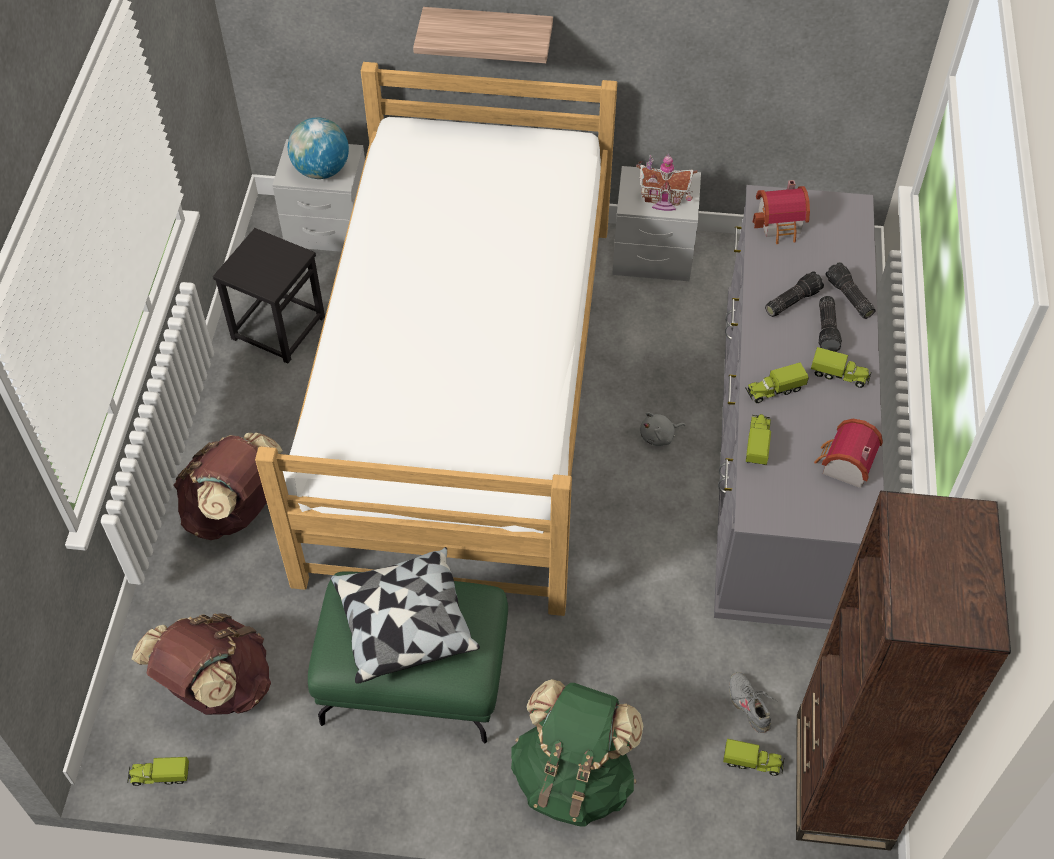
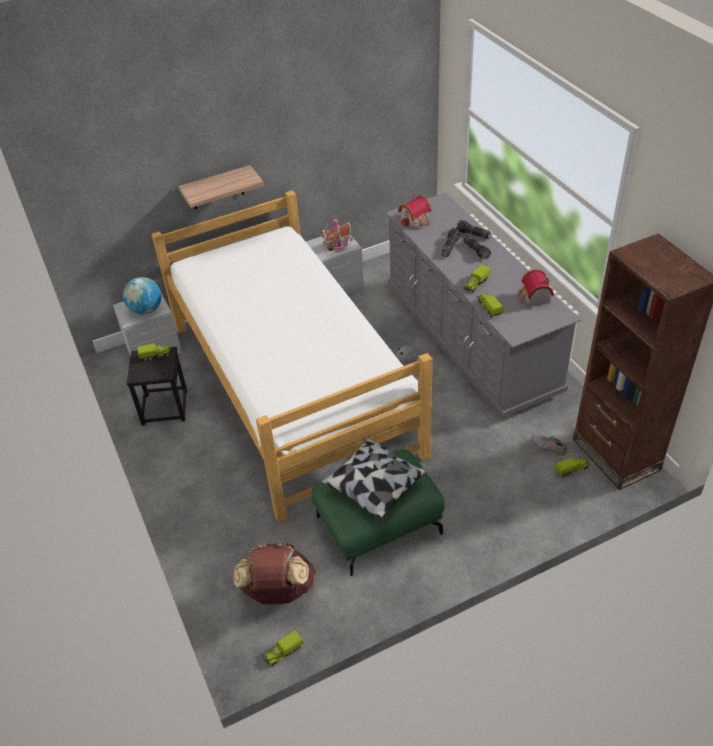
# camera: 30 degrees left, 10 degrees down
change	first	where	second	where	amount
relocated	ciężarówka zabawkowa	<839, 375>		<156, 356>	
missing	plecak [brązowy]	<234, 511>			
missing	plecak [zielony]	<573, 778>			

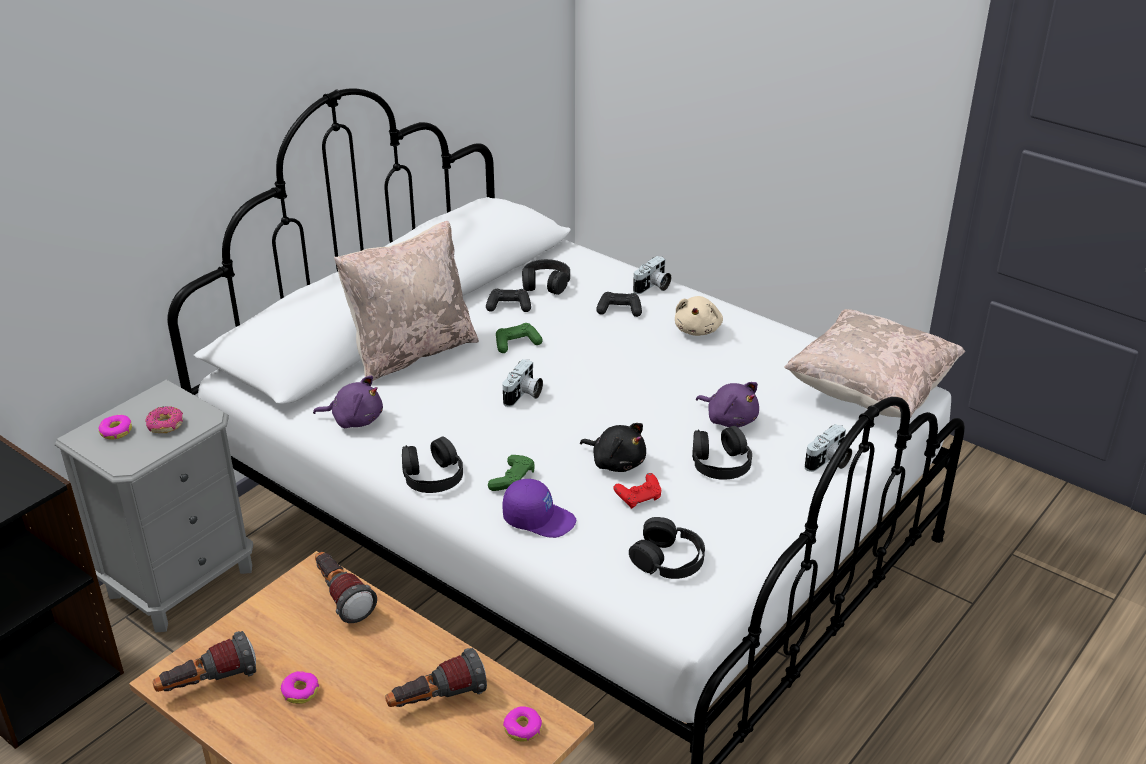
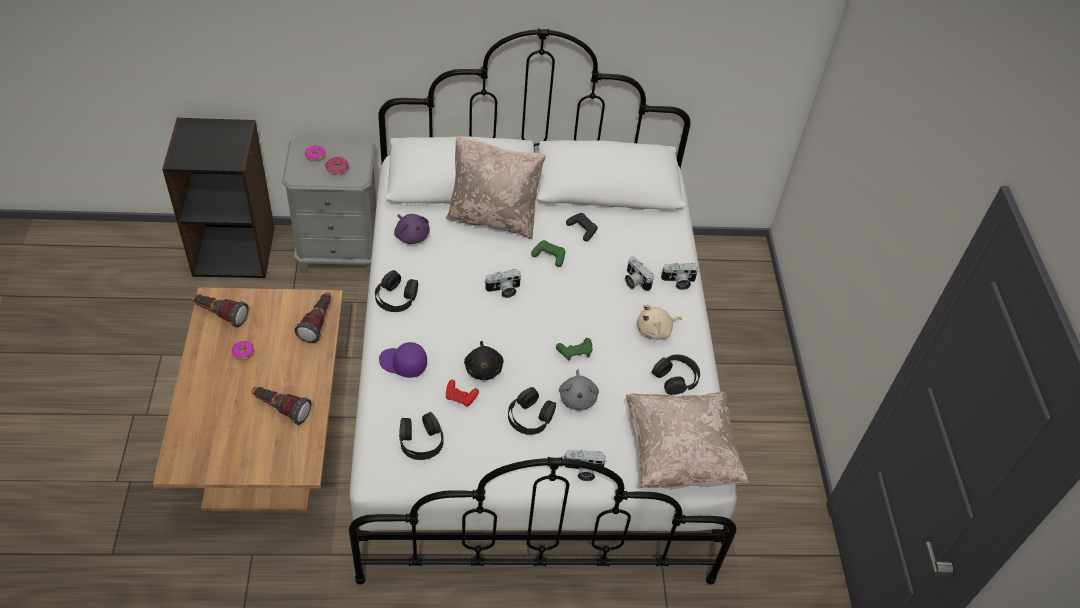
# camera: 45 degrees right, 15 degrees up
change	first	where	second	where	amount
spun	czapka z daszkiem [fioletowy]	<539, 519>		<403, 364>	135 degrees clockwise
relocated	pad do gier [zielony]	<512, 480>		<575, 352>	
colour	pluszak [fioletowy]	<729, 419>	pluszak [szary]	<578, 398>	
exchanged	pad do gier [czarny]	<619, 310>	aparat fotograficzny	<634, 281>	
relocated	słuchawki [czarny]	<545, 283>		<676, 378>	
missing	donut	<522, 729>			

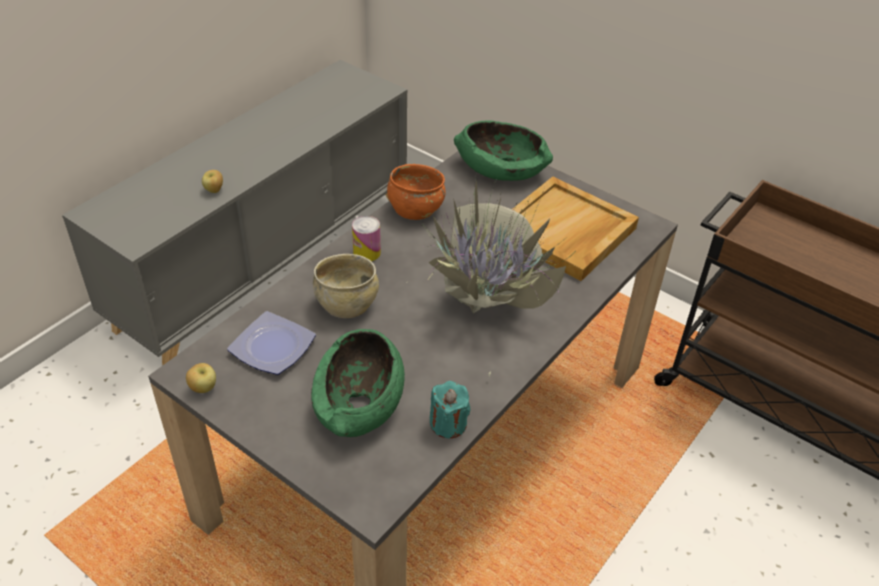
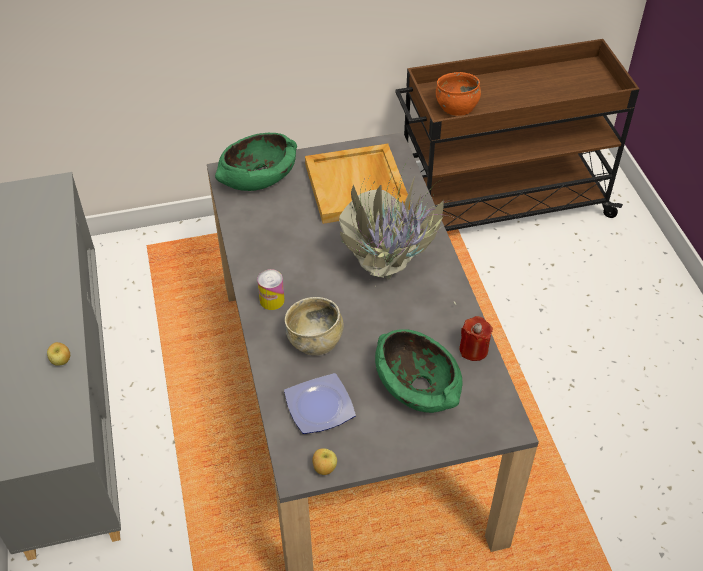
# camera: 50 degrees left, 5 degrees up
change	first	where	second	where	amount
relocated	miska [pomarańczowy]	<416, 209>		<457, 107>	
colour	świeca [turkusowy]	<448, 424>	świeca [czerwony]	<473, 349>	

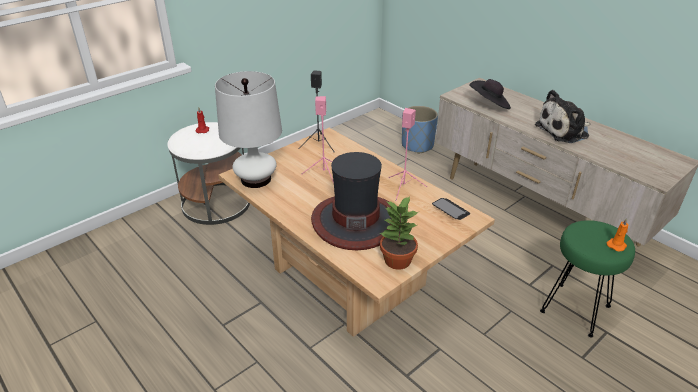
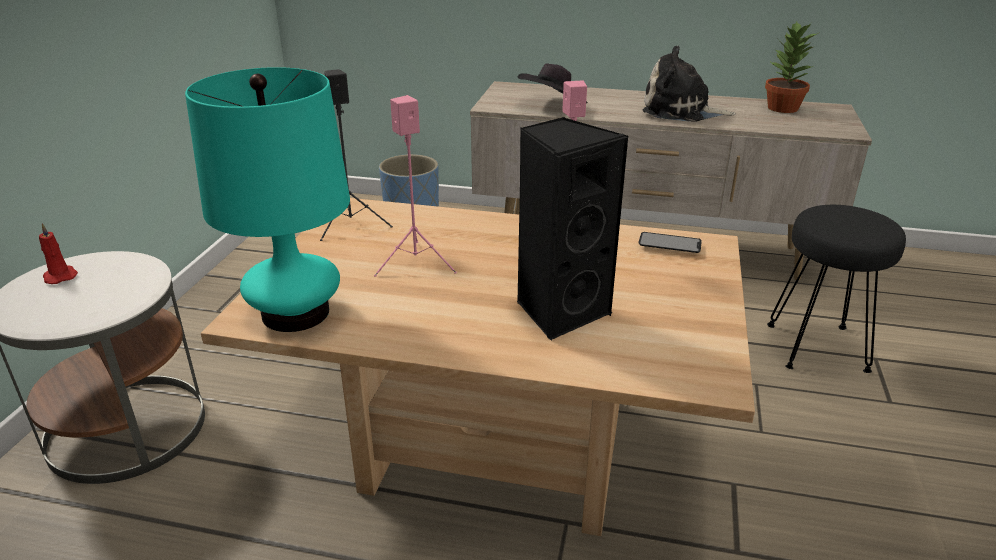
# camera: 35 degrees left, 5 degrees down
change	first	where	second	where	amount
colour	lampa stołowa [biały]	<256, 179>	lampa stołowa [turkusowy]	<296, 313>	
exchanged	kapelusz	<355, 221>	głośnik [czarny]	<560, 311>	
spun	pluszak	<564, 131>		<681, 111>	75 degrees clockwise
relocated	roślina doniczkowa	<396, 260>		<782, 108>	
colour	stołek [zielony]	<576, 310>	stołek [czarny]	<818, 347>	
missing	świeca [pomarańczowy]	<616, 245>			

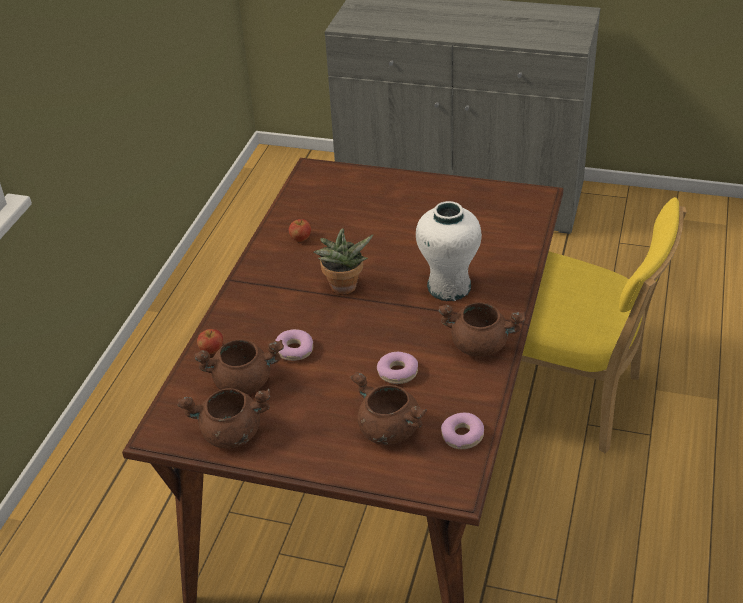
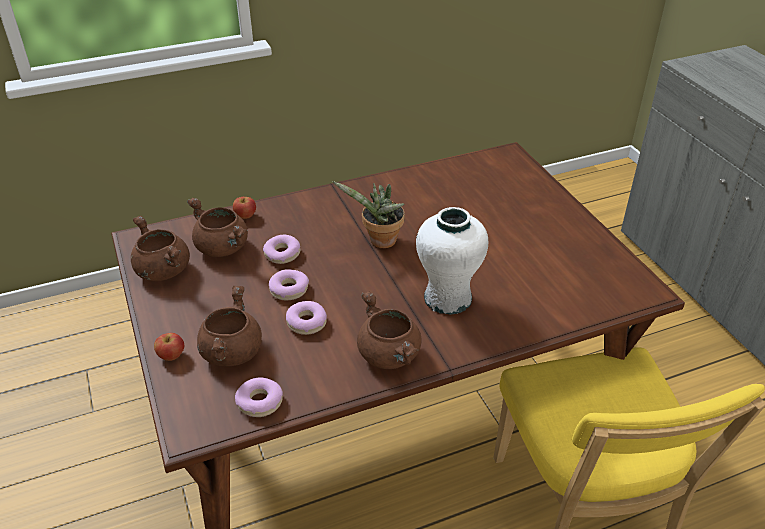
# camera: 50 degrees right, 0 degrees up
change	first	where	second	where	amount
relocated	jabłko	<300, 238>		<171, 355>	
appeared			donut	<289, 290>	

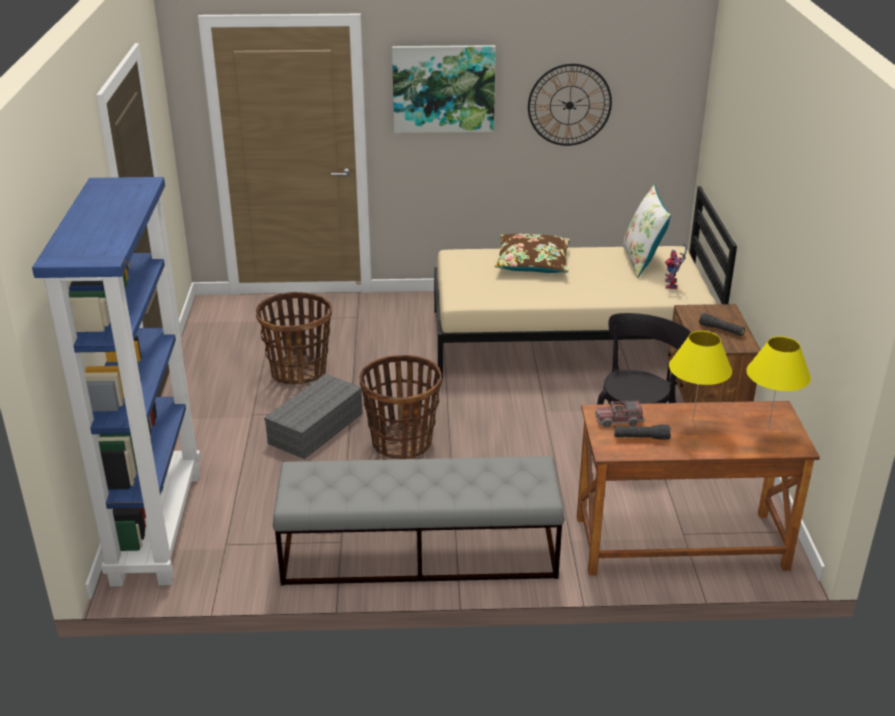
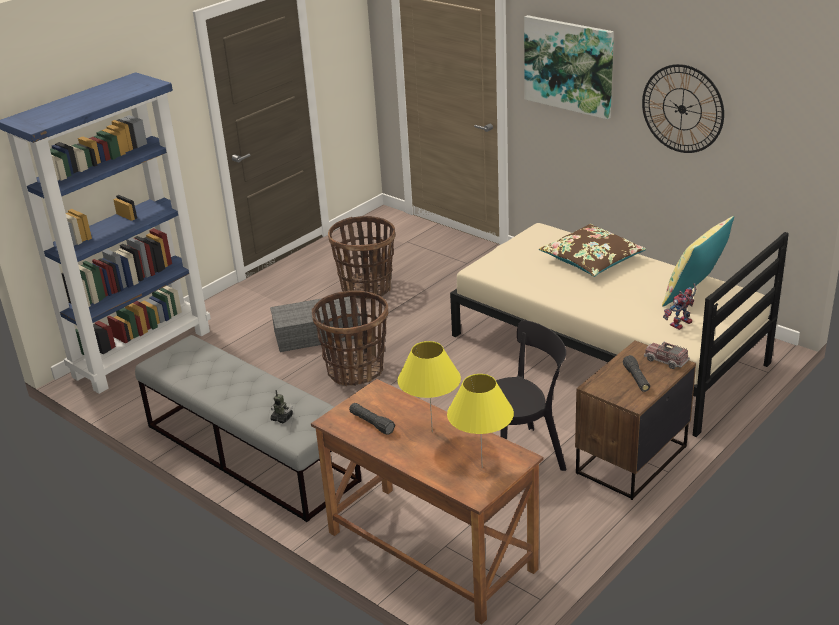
# camera: 45 degrees right, 0 degrees up
change	first	where	second	where	amount
appeared			robot zabawkowy	<282, 418>	
relocated	ciężarówka zabawkowa	<619, 420>		<666, 360>	
colour	poduszka [biały]	<642, 261>	poduszka [żółty]	<695, 293>	

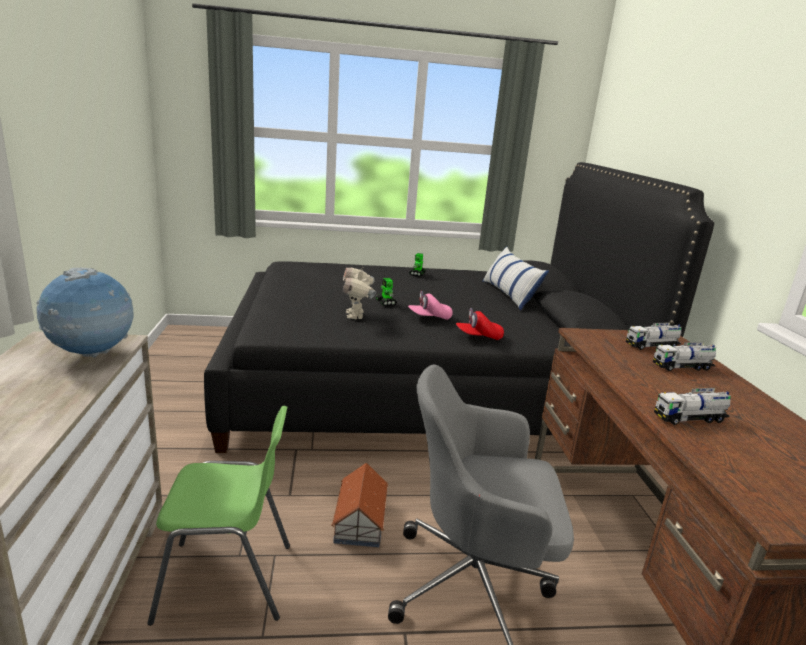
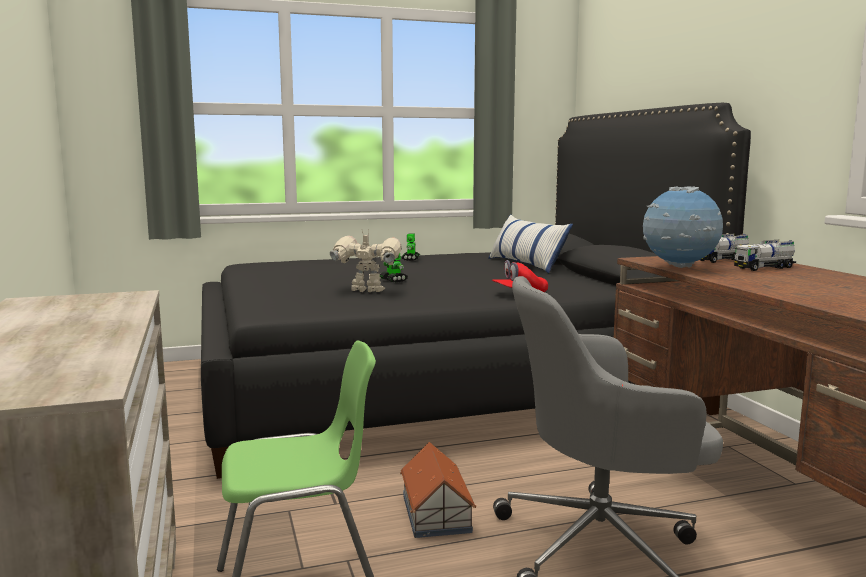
# camera: 10 degrees left, 10 degrees down
change	first	where	second	where	amount
spun	robot zabawkowy	<356, 315>		<367, 291>	120 degrees clockwise
relocated	globus	<92, 355>		<679, 267>	
missing	czapka z daszkiem [różowy]	<429, 318>			
missing	ciężarówka zabawkowa	<690, 418>			

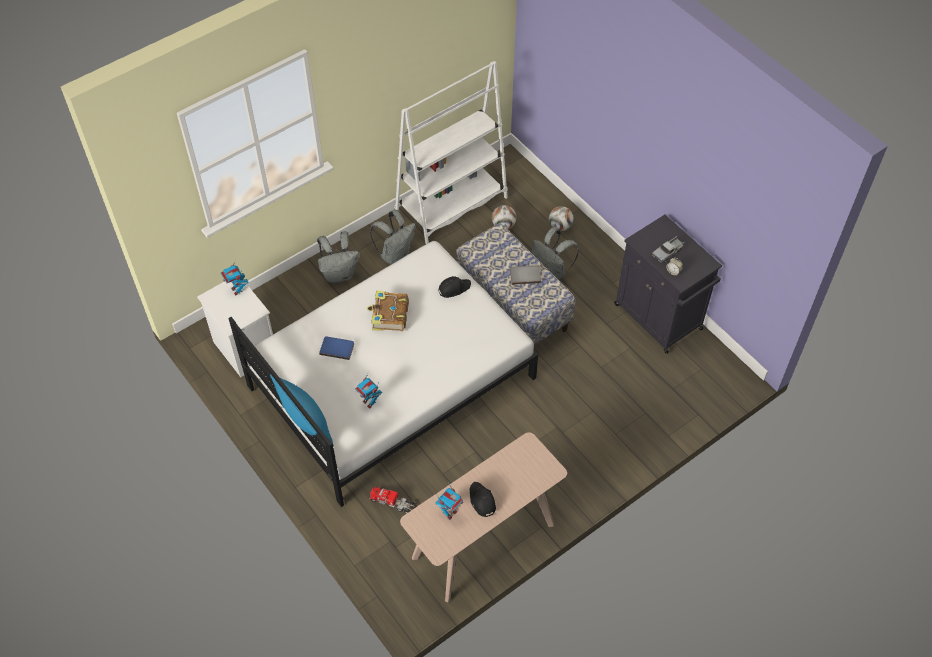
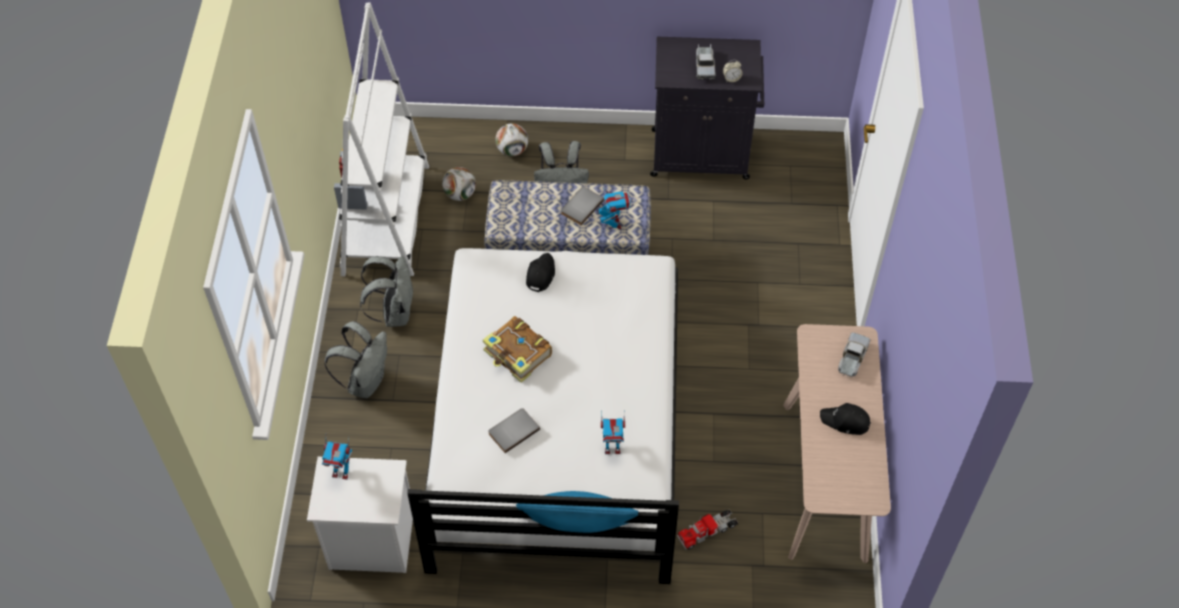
# camera: 50 degrees left, 0 degrees up
change	first	where	second	where	amount
colour	książka [niebieski]	<337, 348>	książka [szary]	<513, 430>	
relocated	robot zabawkowy	<449, 512>		<614, 224>	
appeared			ciężarówka zabawkowa	<852, 359>	

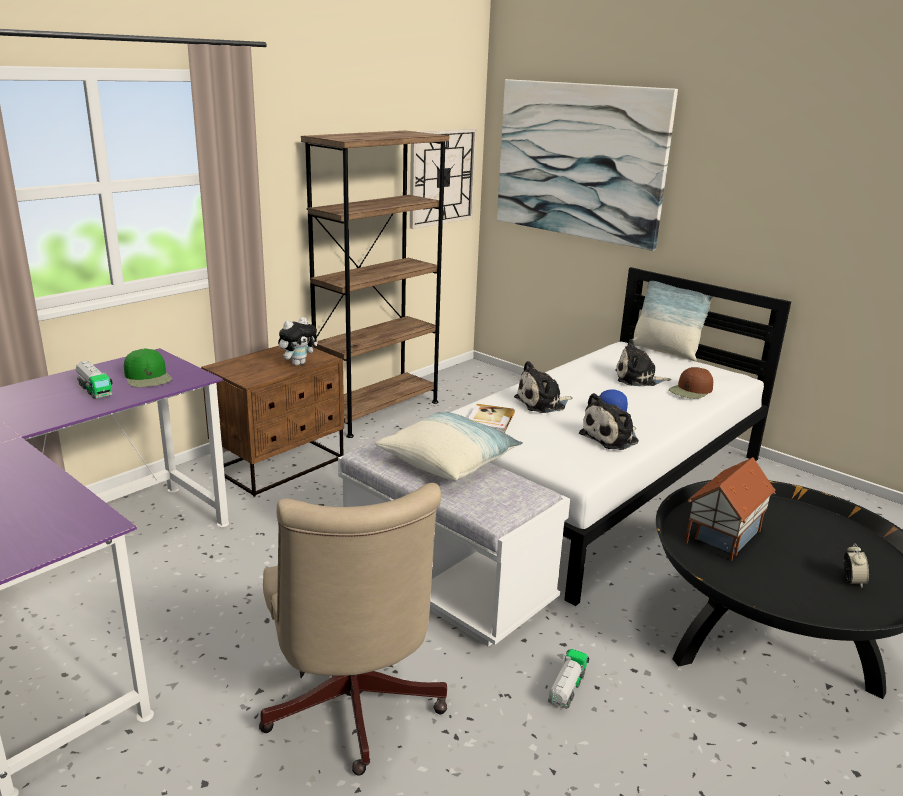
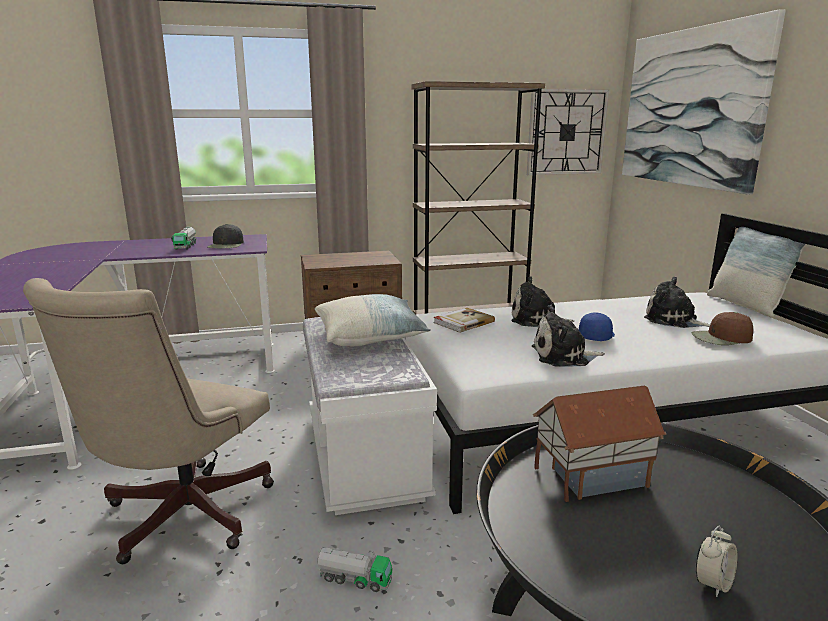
# camera: 35 degrees right, 5 degrees down
change	first	where	second	where	amount
colour	czapka z daszkiem [zielony]	<148, 377>	czapka z daszkiem [czarny]	<226, 245>	
spun	ciężarówka zabawkowa	<566, 689>		<354, 579>	45 degrees clockwise
missing	pluszak	<298, 363>			

